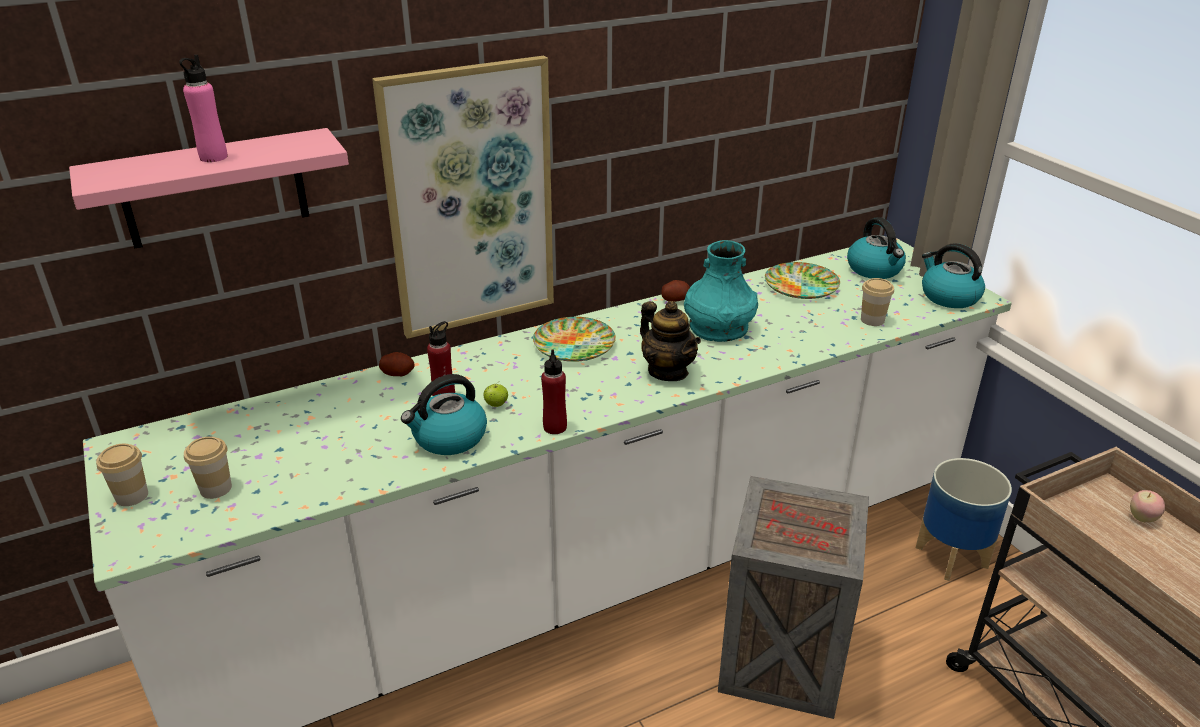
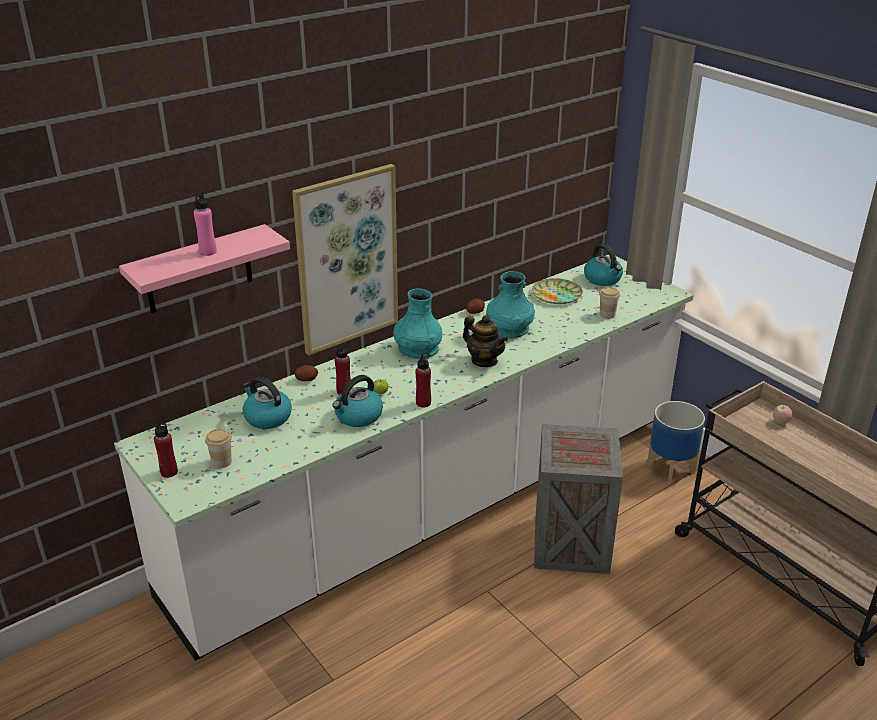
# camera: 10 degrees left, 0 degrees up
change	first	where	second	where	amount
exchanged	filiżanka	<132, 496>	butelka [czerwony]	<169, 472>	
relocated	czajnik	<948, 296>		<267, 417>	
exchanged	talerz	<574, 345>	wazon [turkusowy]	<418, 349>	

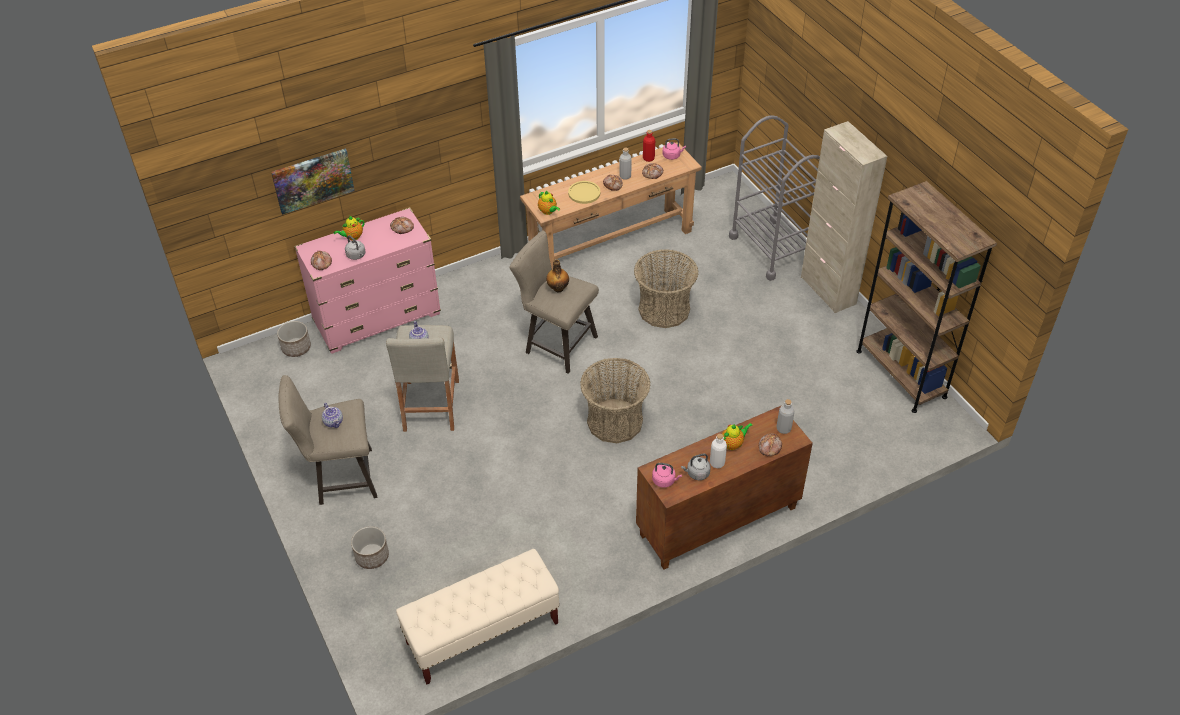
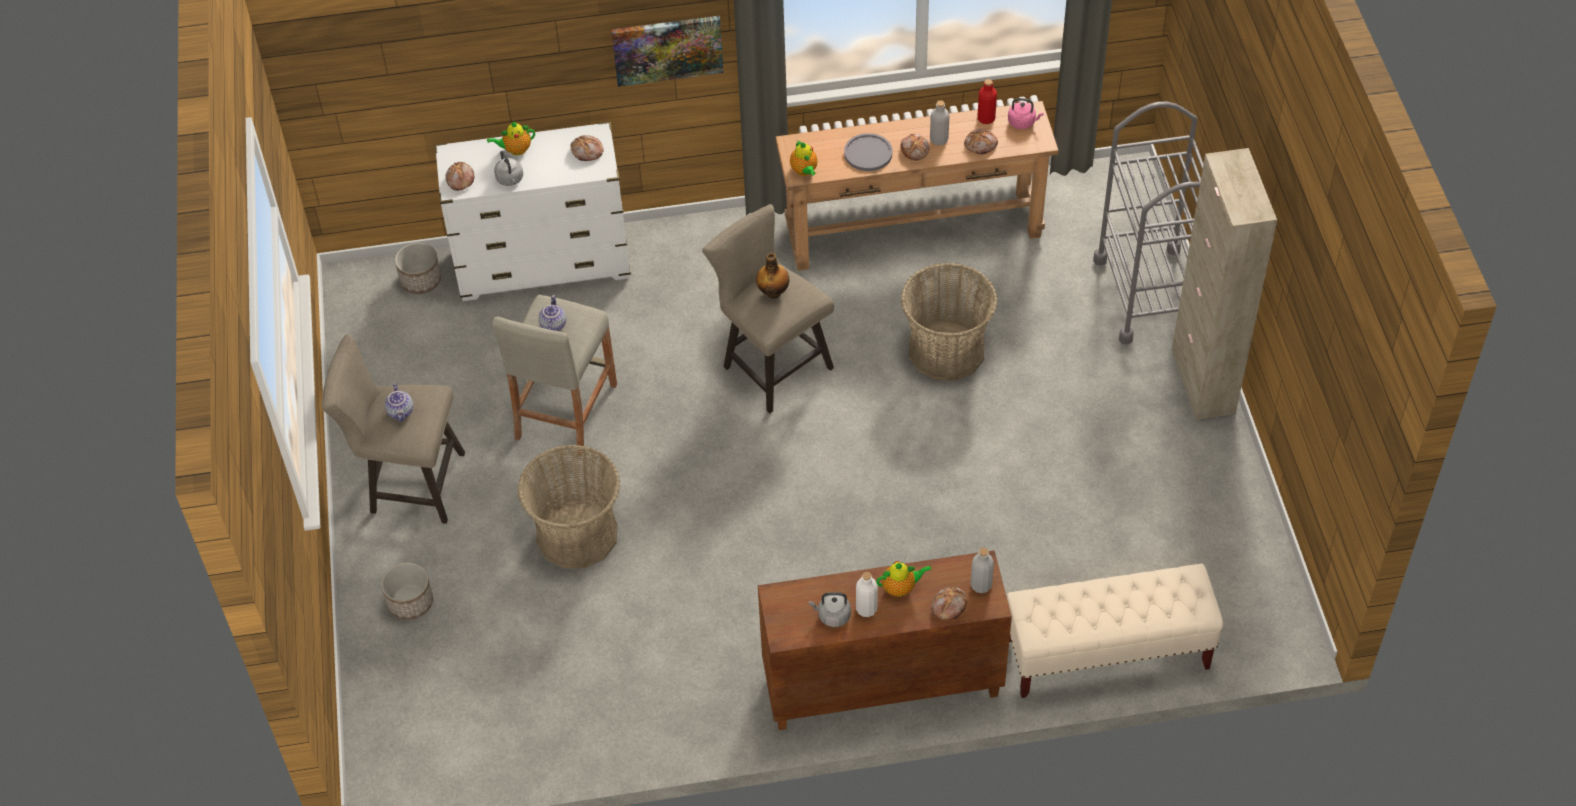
# camera: 20 degrees right, 5 degrees up
change	first	where	second	where	amount
colour	komoda [różowy]	<377, 318>	komoda [biały]	<543, 263>	
relocated	koszyk	<615, 421>		<577, 534>	
relocated	obraz	<313, 180>		<667, 49>	
colour	talerz [żółty]	<584, 193>	talerz [szary]	<868, 153>	
relocated	ławka [beżowy]	<482, 633>		<1106, 654>	
missing	czajnik [różowy]	<665, 480>			
missing	regał [brązowy]	<901, 374>			

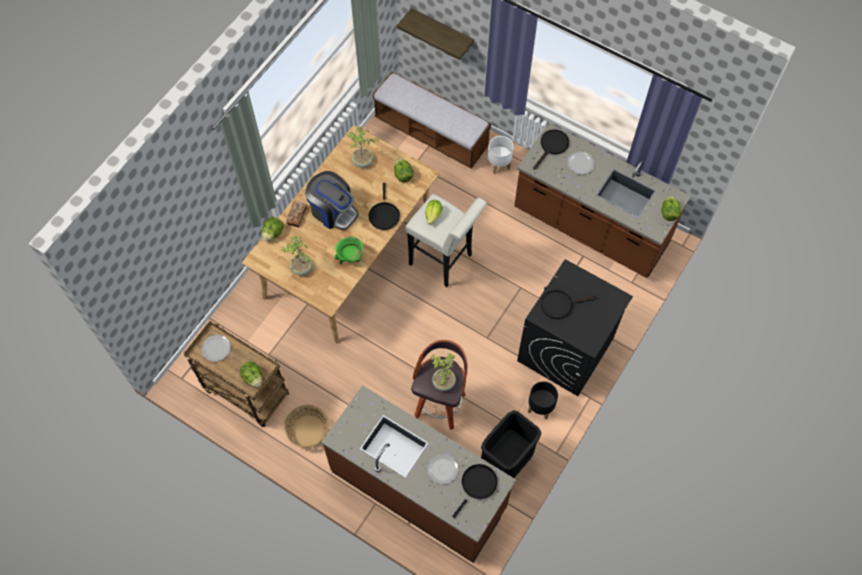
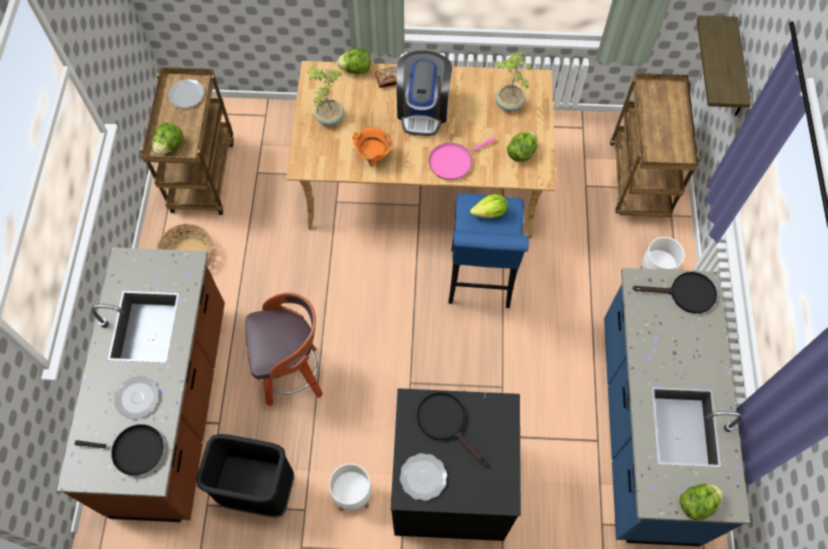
# camera: 60 degrees right, 0 degrees up
change	first	where	second	where	amount
colour	donica [czarny]	<540, 407>	donica [biały]	<352, 495>	
colour	garnek [zielony]	<350, 258>	garnek [pomarańczowy]	<373, 157>	
relocated	talerz	<580, 164>		<422, 477>	
colour	patelnia [czarny]	<384, 215>	patelnia [różowy]	<453, 161>	
colour	stołek [biały]	<444, 262>	stołek [niebieski]	<480, 283>	
colour	zabudowa kuchenna [brązowy]	<590, 228>	zabudowa kuchenna [niebieski]	<644, 429>	
exchanged	ławka	<431, 133>	wózek [brązowy]	<639, 181>	
missing	roślina doniczkowa	<443, 382>			

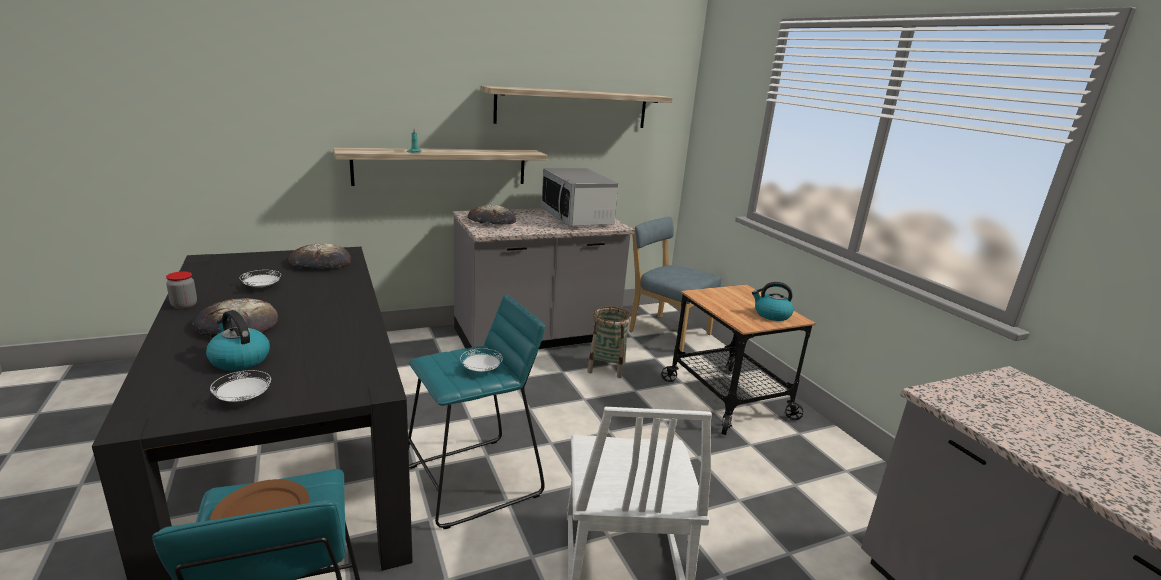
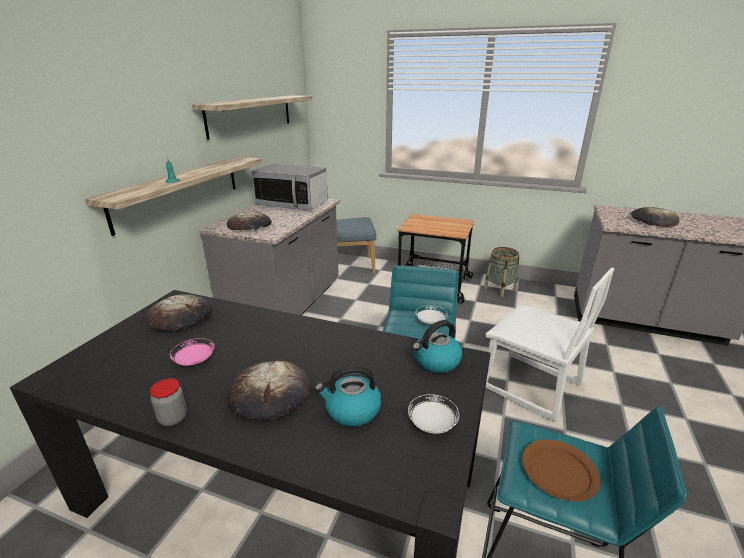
# camera: 45 degrees left, 5 degrees up
change	first	where	second	where	amount
colour	talerz [biały]	<262, 287>	talerz [różowy]	<195, 361>	
relocated	czajnik	<771, 315>		<436, 361>	
relocated	koszyk	<606, 367>		<499, 289>	
appeared			chleb	<653, 220>	

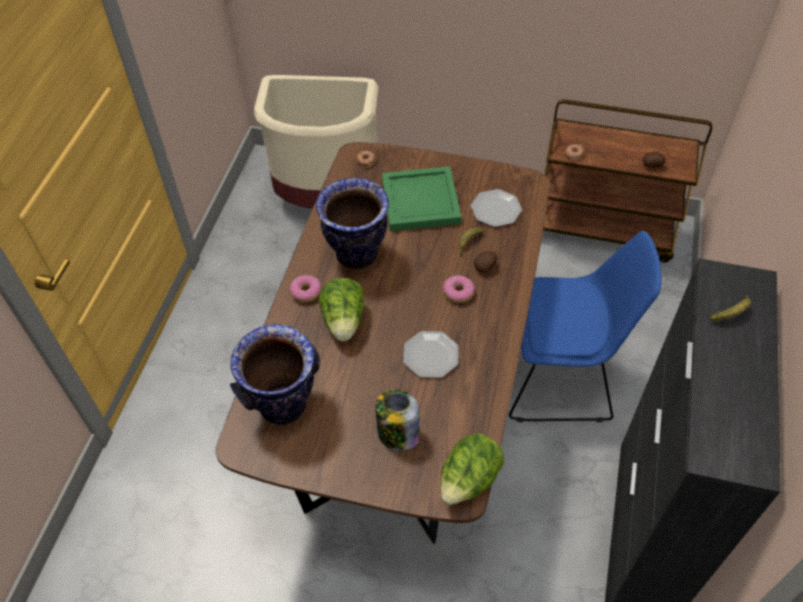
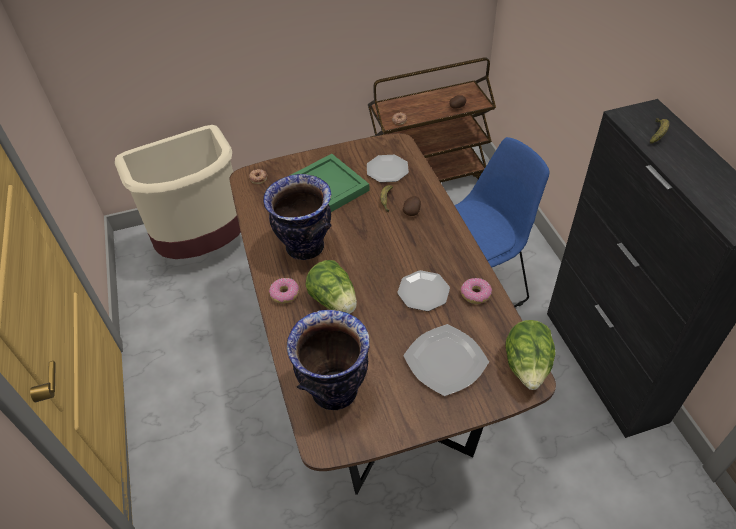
# camera: 30 degrees left, 5 degrees down
change	first	where	second	where	amount
exchanged	słoik	<398, 433>	talerz	<445, 362>	
relocated	donut	<458, 292>		<475, 294>	

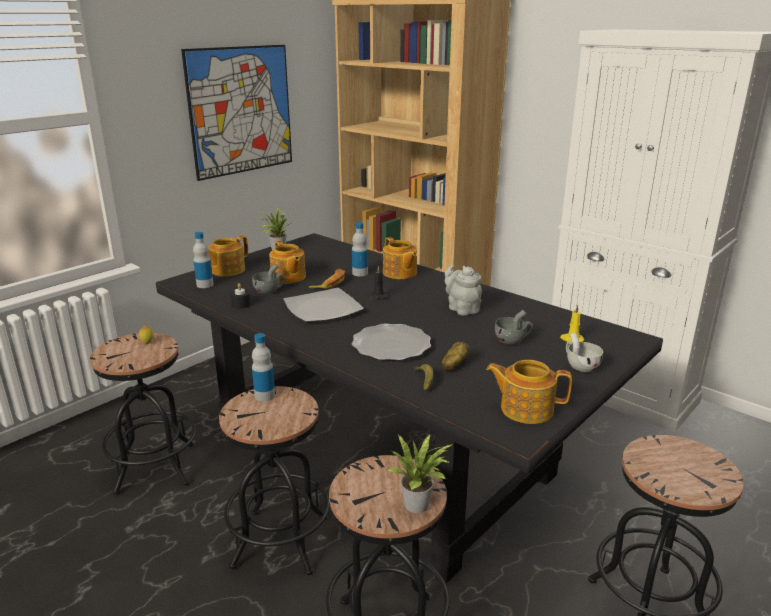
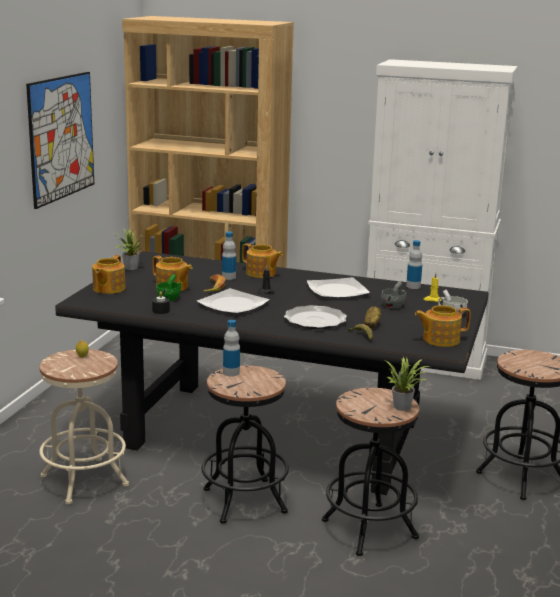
# camera: 25 degrees left, 5 degrees down
change	first	where	second	where	amount
colour	stołek [czarny]	<155, 468>	stołek [beżowy]	<84, 480>	
colour	filiżanka [szary]	<270, 290>	filiżanka [zielony]	<170, 298>	
exchanged	imbryk [szary]	<462, 308>	talerz	<338, 291>	
relocated	butelka	<205, 285>		<413, 286>	

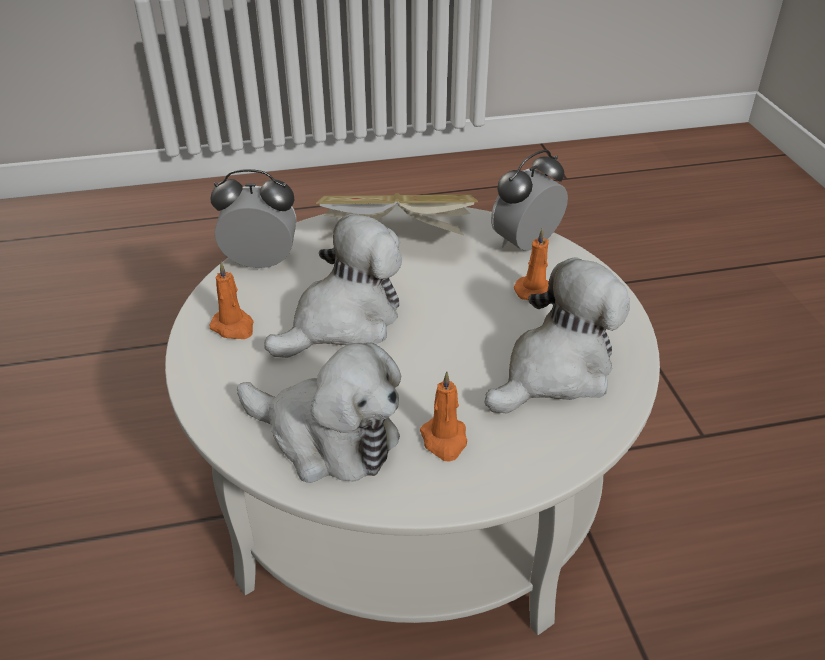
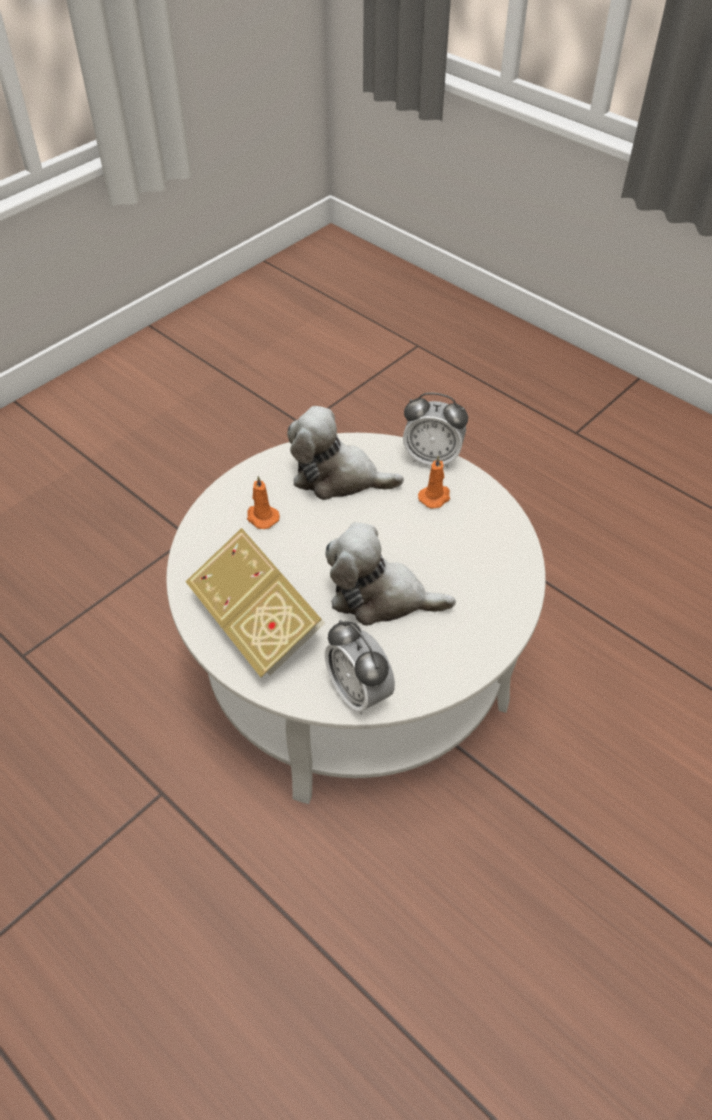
# camera: 125 degrees left, 10 degrees up
change	first	where	second	where	amount
relocated	budzik	<525, 245>		<432, 458>	
missing	świeca [pomarańczowy]	<234, 327>			
missing	pluszak	<327, 438>			

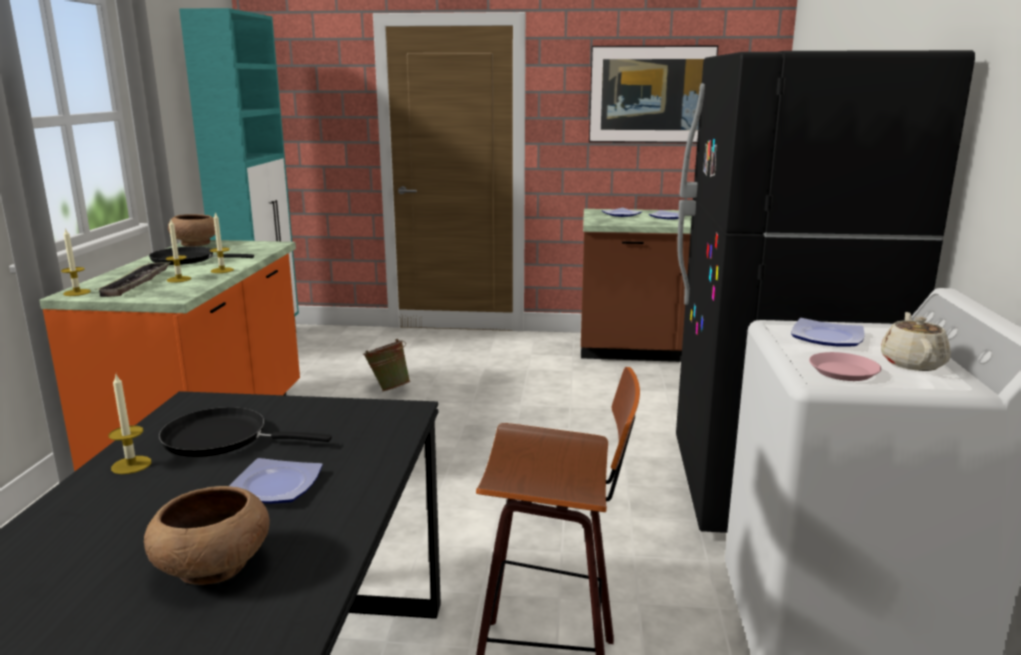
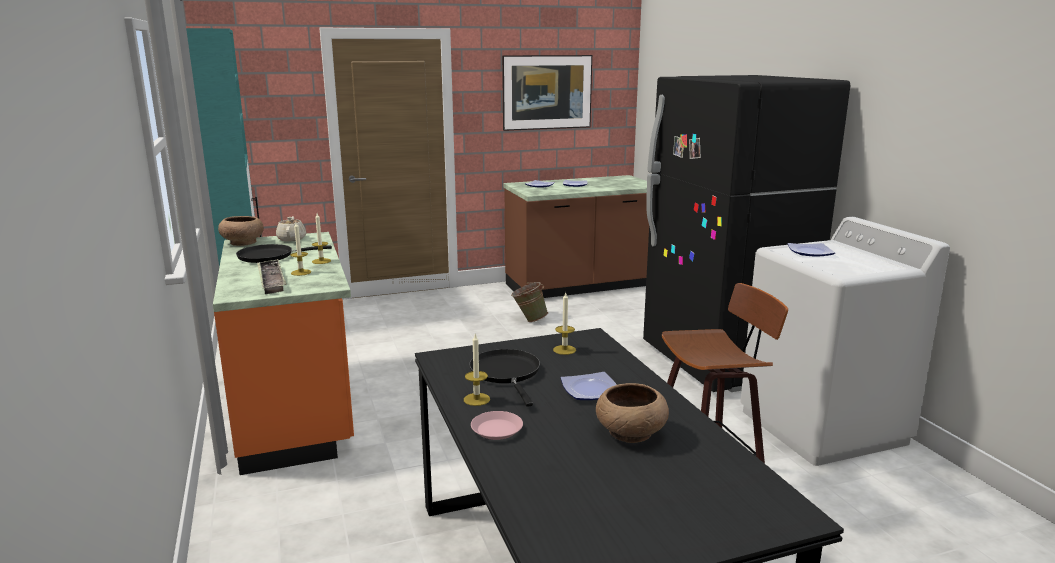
# camera: 25 degrees left, 0 degrees up
change	first	where	second	where	amount
relocated	imbryk [beżowy]	<912, 363>		<292, 239>	
spun	patelnia [czarny]	<222, 438>		<506, 373>	90 degrees clockwise
relocated	talerz [różowy]	<843, 372>		<497, 429>	
relocated	wiadro [zielony]	<388, 388>		<529, 320>	
relocated	świeca	<77, 292>		<564, 350>	

